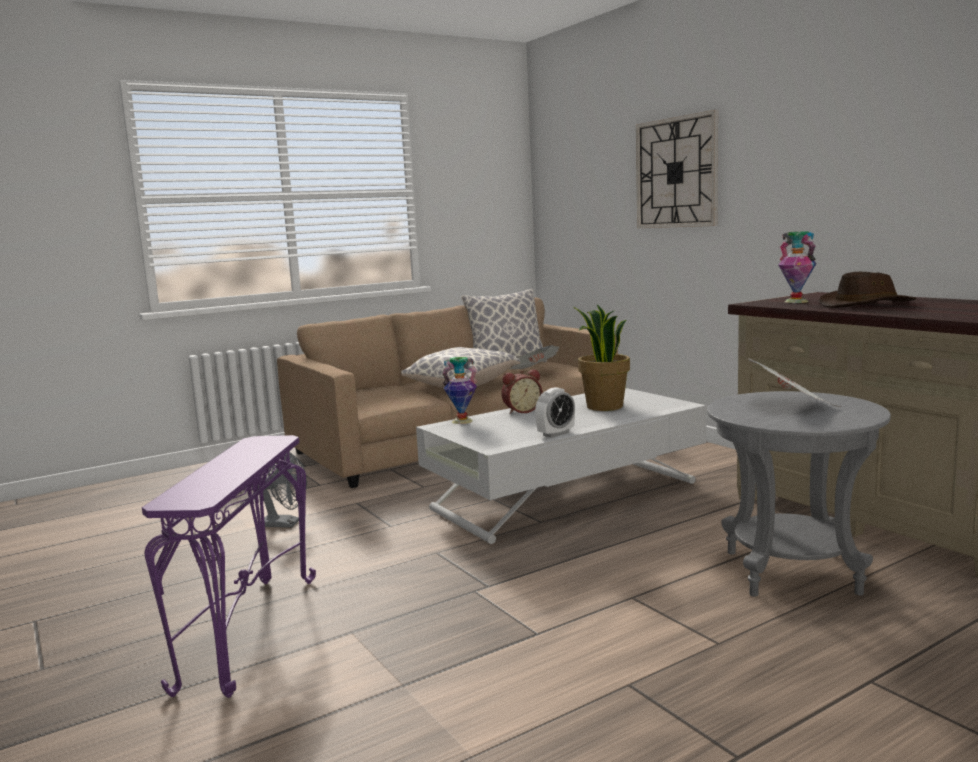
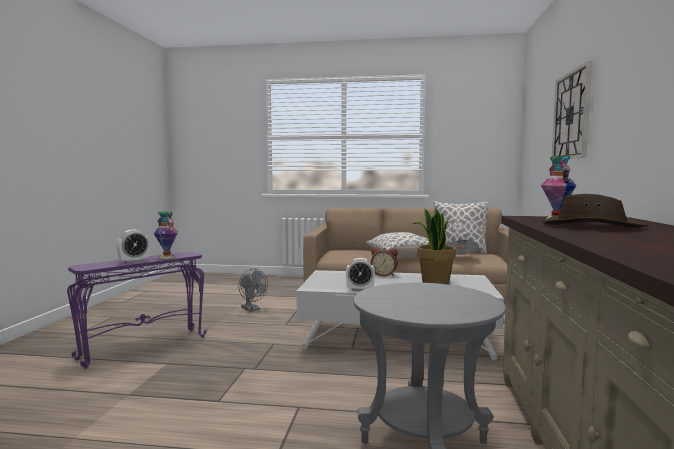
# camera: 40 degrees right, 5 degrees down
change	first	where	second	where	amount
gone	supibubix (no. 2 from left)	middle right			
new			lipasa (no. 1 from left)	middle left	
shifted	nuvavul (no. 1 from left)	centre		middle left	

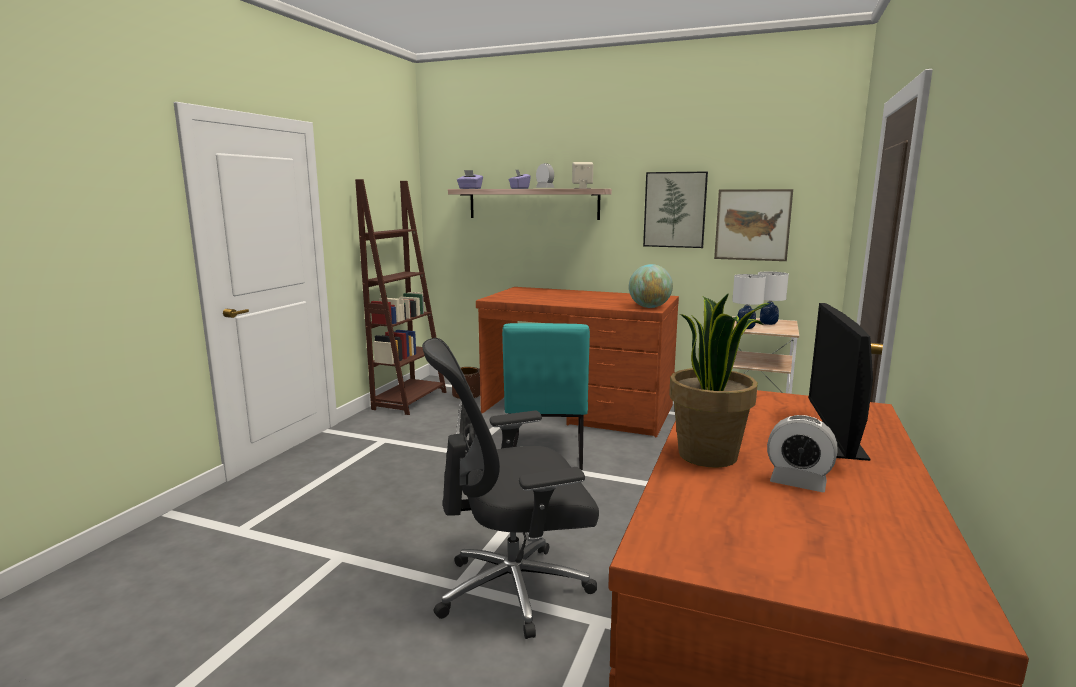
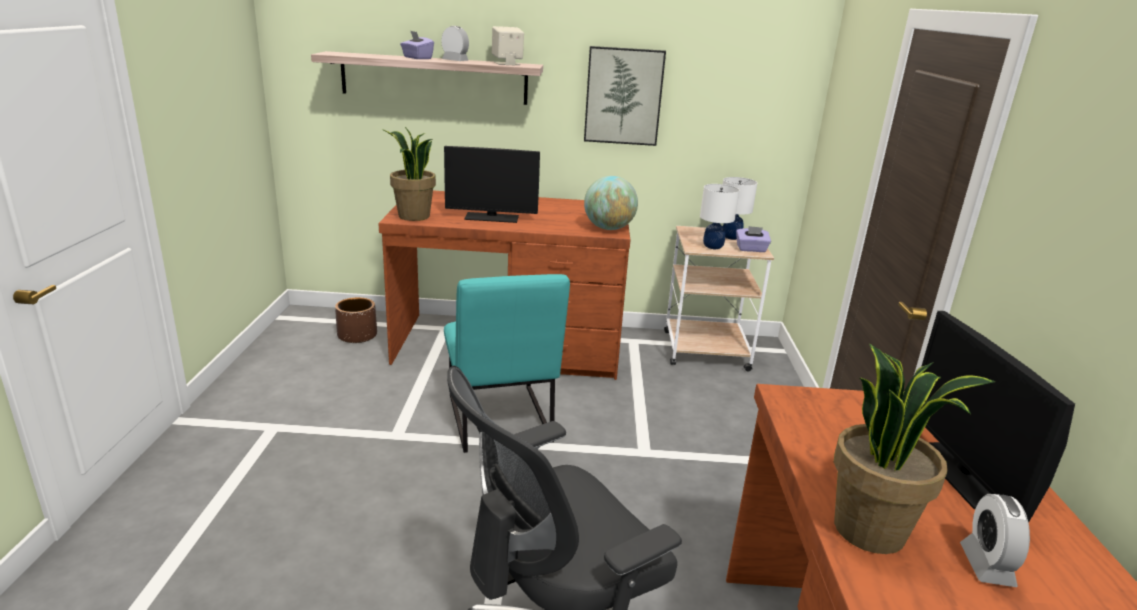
# camera: 20 degrees left, 10 degrees up
change	first	where	second	where	amount
gone	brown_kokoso	centre			
gone	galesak (no. 2 from left)	top right			
new			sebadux (no. 1 from left)	top centre	
new			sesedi (no. 1 from left)	top centre	
shifted	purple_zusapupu (no. 1 from left in the first image)	top centre	purple_zusapupu (no. 2 from left)	centre	
rotated	lipasa (no. 2 from left)	middle right		bottom right	90 degrees clockwise

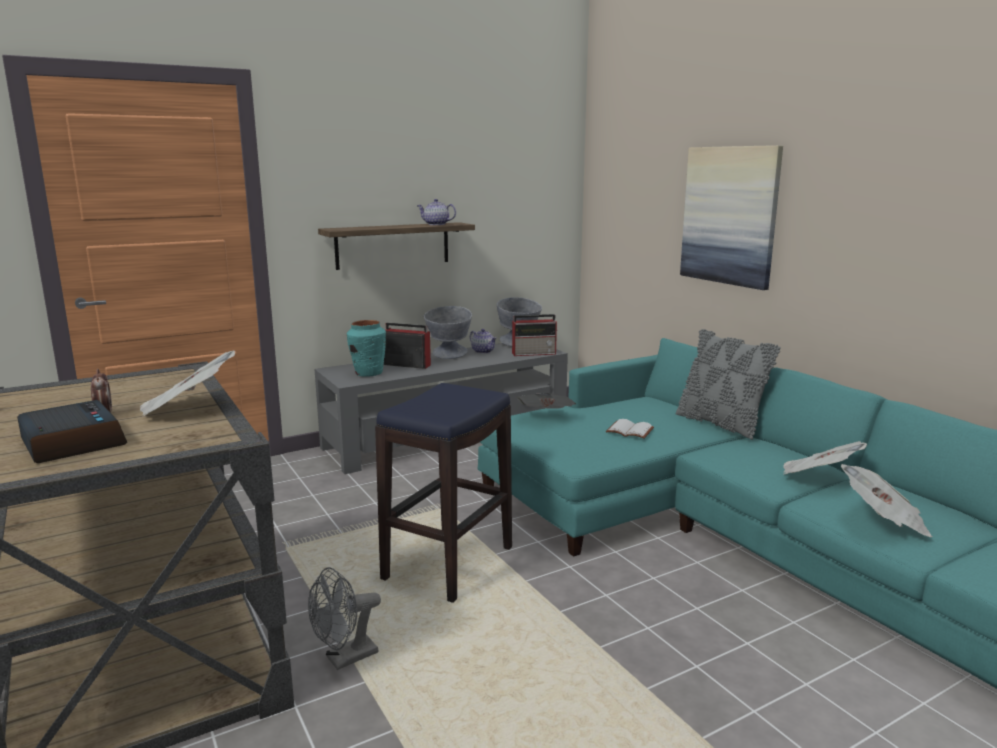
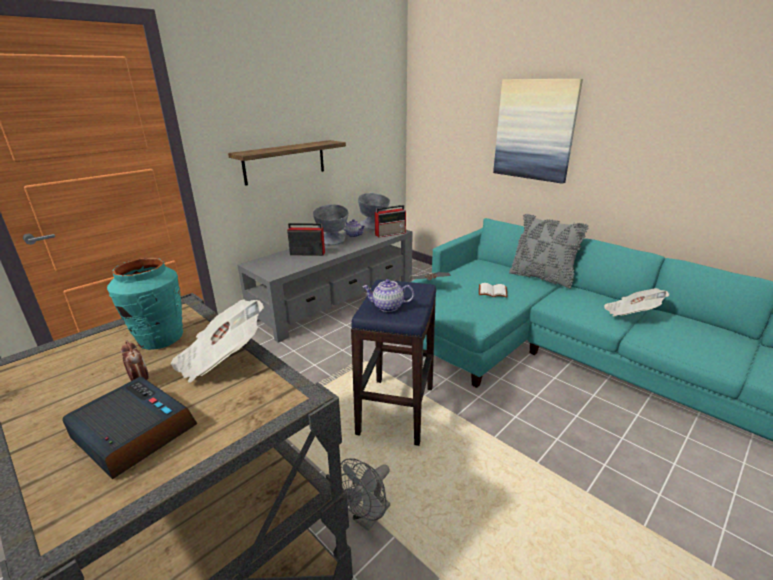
# camera: 15 degrees left, 10 degrees up
change	first	where	second	where	amount
gone	supibubix (no. 4 from left)	bottom right			
shifted	turquoise_nuvavul	centre		middle left	
shifted	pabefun (no. 1 from left in the first image)	top centre	pabefun (no. 2 from left)	centre	

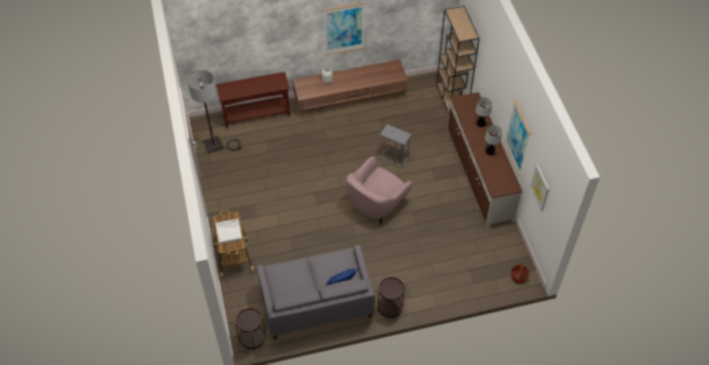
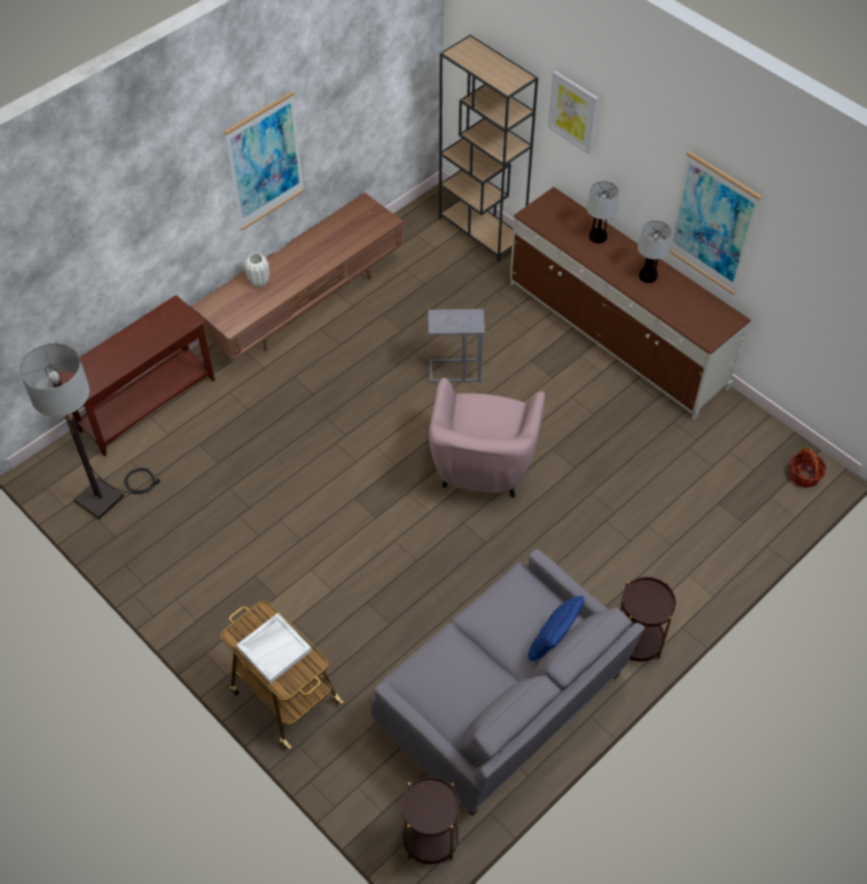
# camera: 30 degrees left, 0 degrees up
change	first	where	second	where	amount
shifted	galesak (no. 3 from left in the first image)	middle right	galesak (no. 2 from left)	top centre	

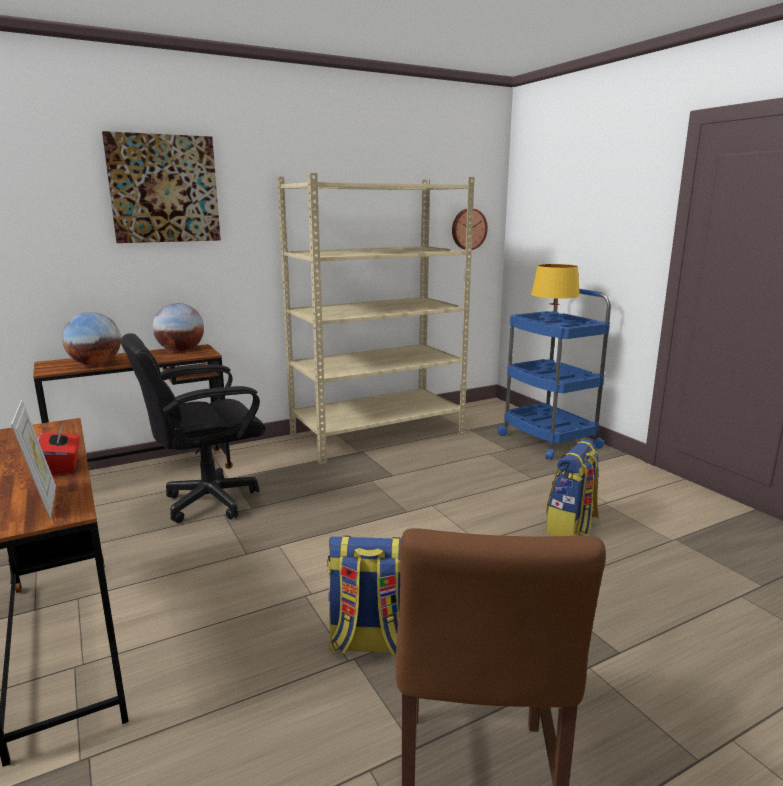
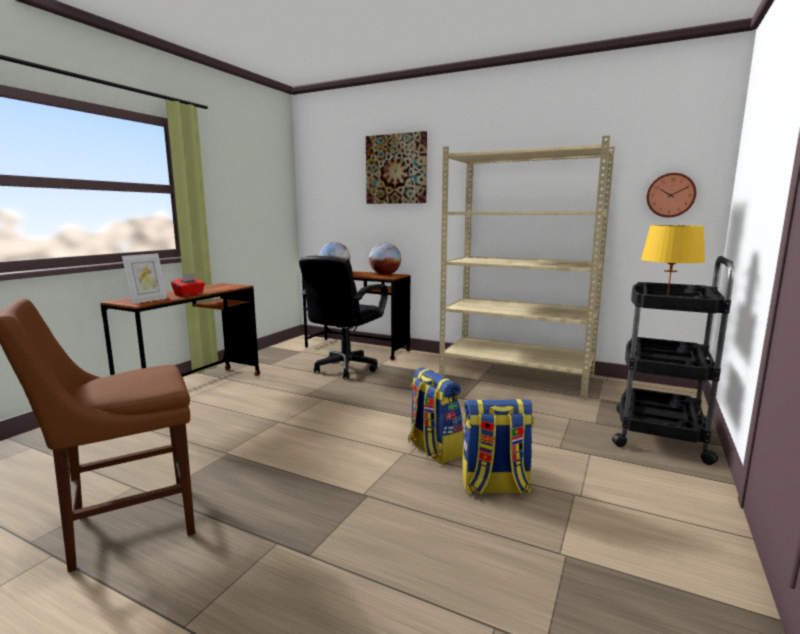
# camera: 55 degrees right, 5 degrees down
change	first	where	second	where	amount
shifted	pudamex (no. 1 from left)	bottom centre		centre	
repainted	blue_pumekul	middle right	black_pumekul	middle right	
rotated	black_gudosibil	middle left		centre	90 degrees counterclockwise

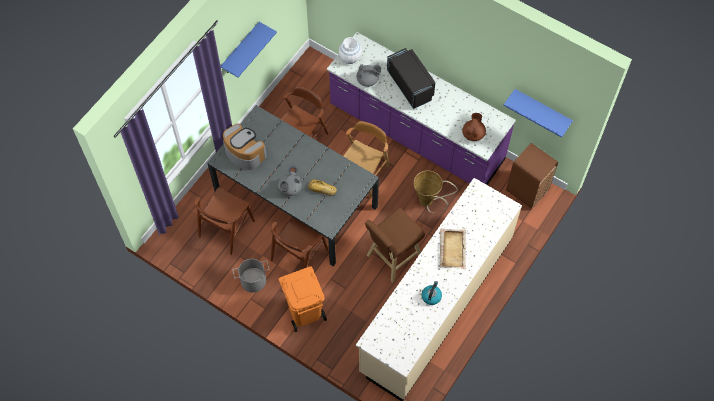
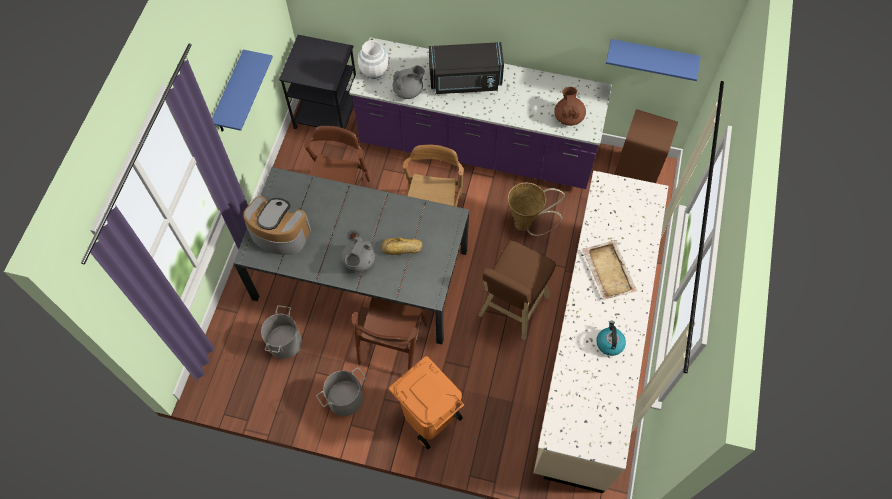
# camera: 20 degrees left, 0 degrees up
change	first	where	second	where	amount
new			black_pumekul	top centre	
swapped	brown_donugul (no. 1 from left)	middle left	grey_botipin (no. 1 from left)	middle left	
rotated	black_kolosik	top centre		top centre	135 degrees clockwise

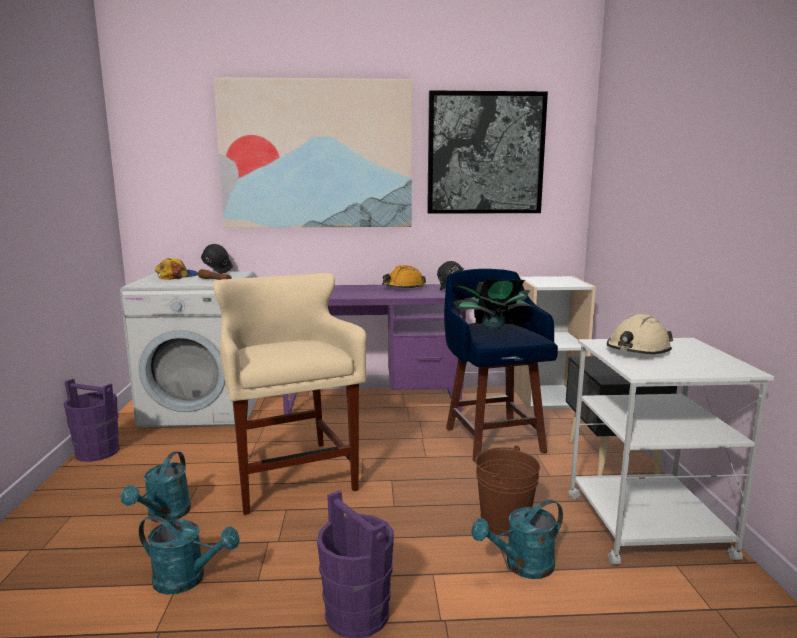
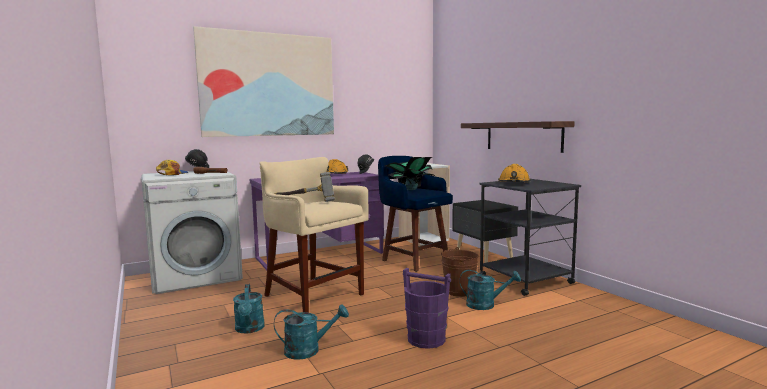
# camera: 25 degrees left, 5 degrees down
change	first	where	second	where	amount
gone	purple_botipin (no. 1 from left)	middle left			
gone	galesak (no. 2 from left)	top centre			
new			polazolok	centre	
new			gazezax	middle right	
repainted	white_pumekul	bottom right	black_pumekul	middle right	
repainted	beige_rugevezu	middle right	orange_rugevezu (no. 2 from left)	middle right	
rotated	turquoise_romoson (no. 3 from left)	bottom centre		bottom centre	120 degrees counterclockwise

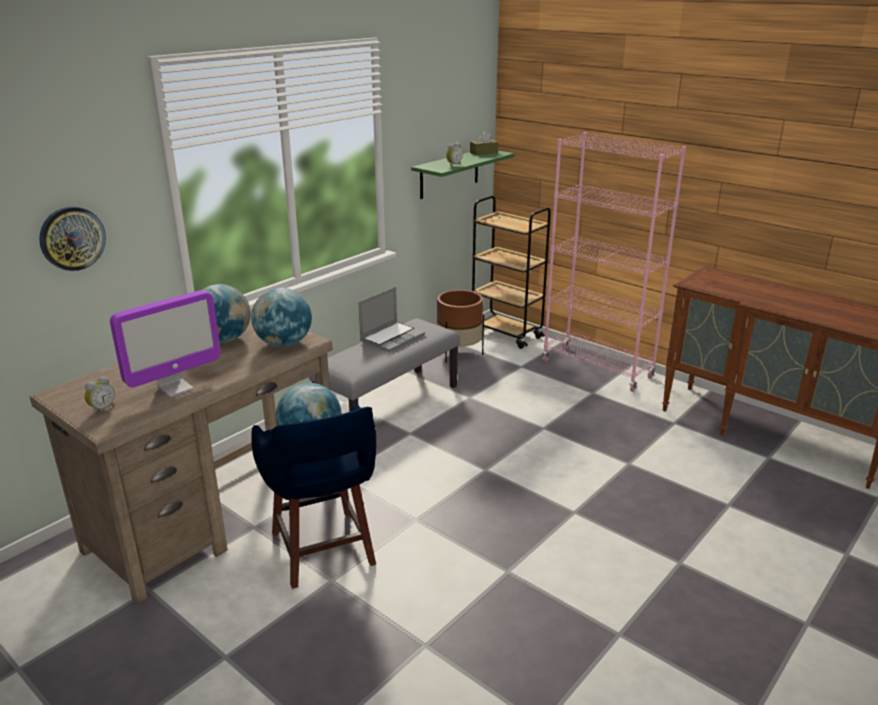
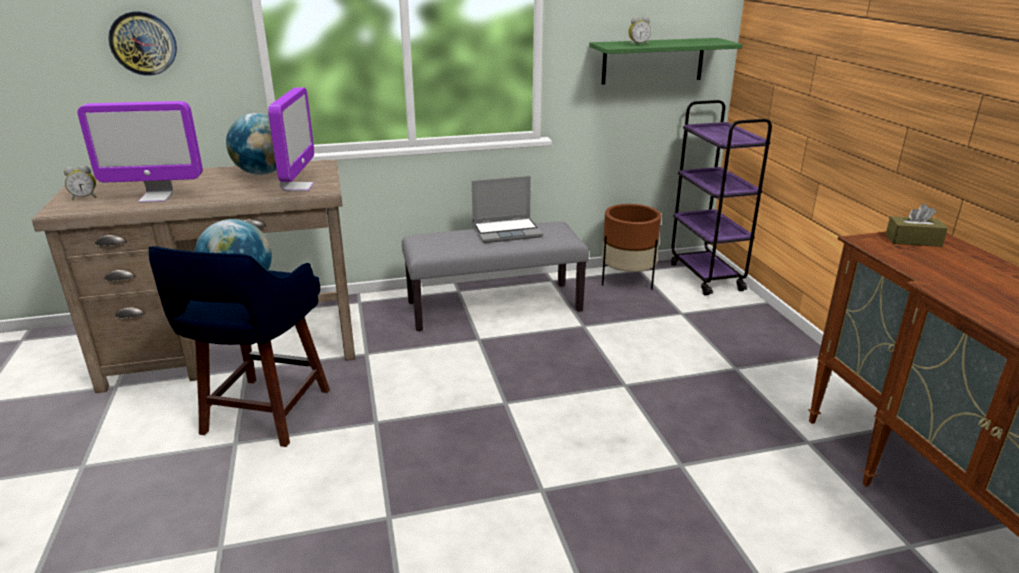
# camera: 35 degrees right, 0 degrees up
change	first	where	second	where	amount
gone	pink_kokoso	middle right			
shifted	brown_zusapupu	top centre		middle right	
swapped	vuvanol (no. 2 from left)	middle left	sesedi (no. 2 from left)	top left	
repainted	brown_pumekul	centre	purple_pumekul	middle right	

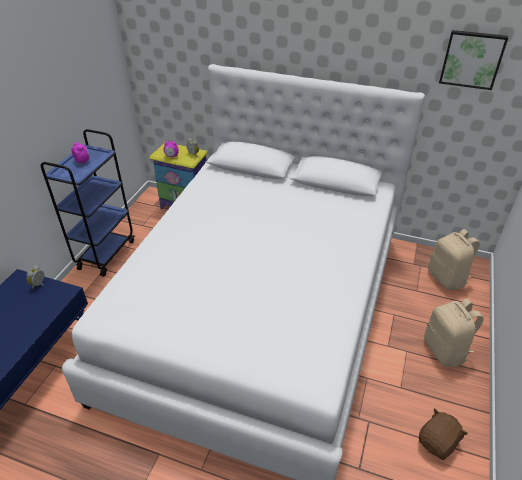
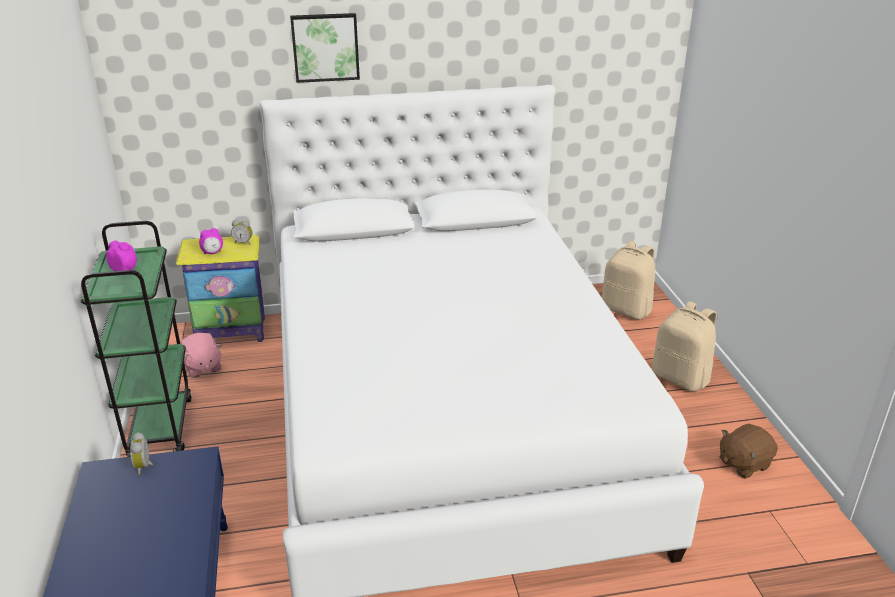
# camera: 30 degrees left, 10 degrees down
change	first	where	second	where	amount
new			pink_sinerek	middle left	
shifted	galesak	top right		top centre	
repainted	blue_pumekul	middle left	green_pumekul	middle left	
rotated	brown_sinerek	bottom right		bottom right	135 degrees counterclockwise

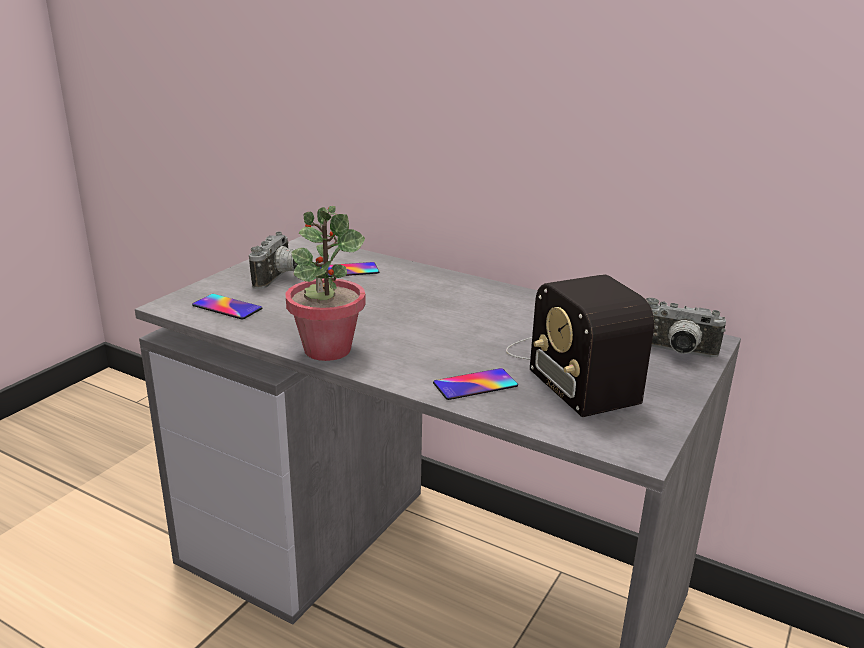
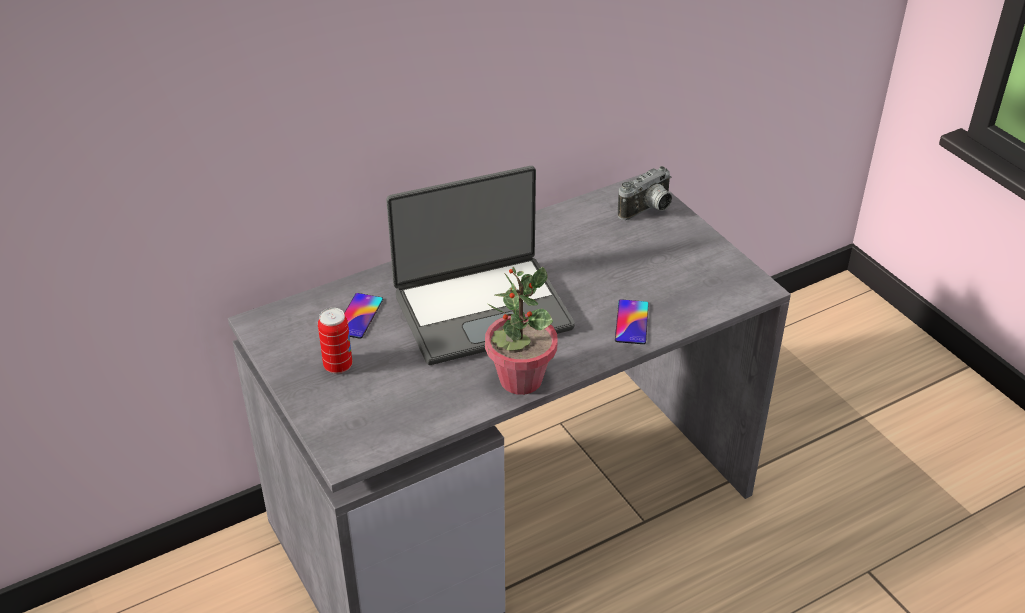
# camera: 60 degrees left, 15 degrees up
change	first	where	second	where	amount
gone	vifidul (no. 1 from left)	middle left			
gone	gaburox	middle right			
new			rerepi	centre	
swapped	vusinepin (no. 1 from left)	middle left	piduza	middle left	

